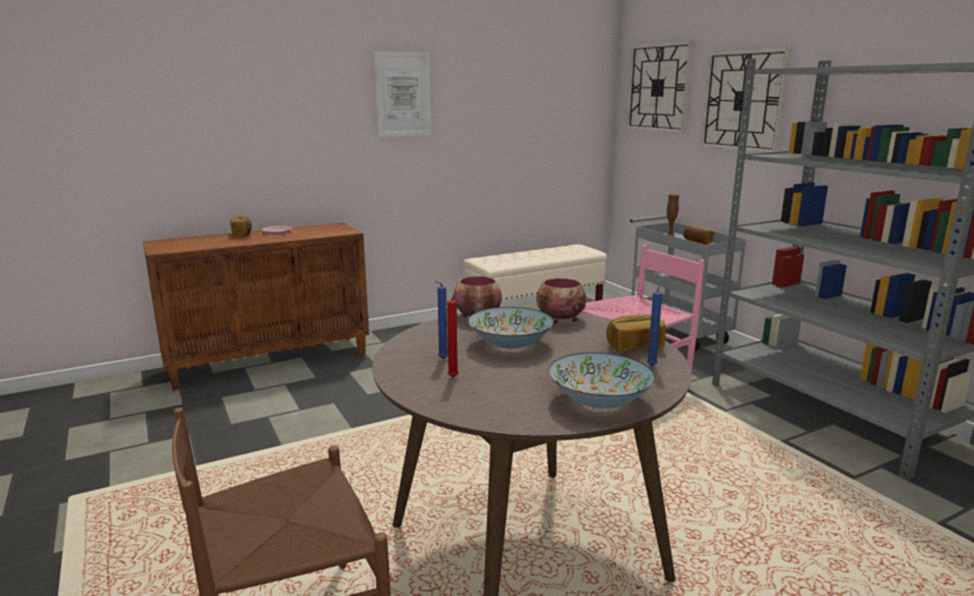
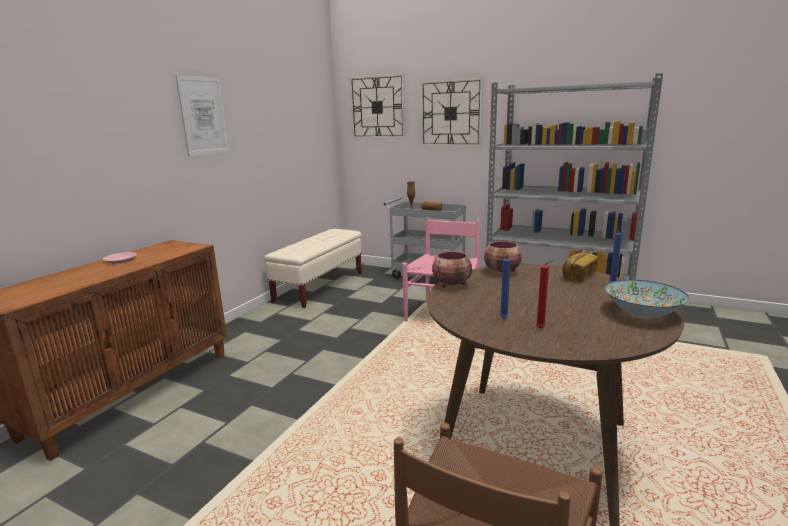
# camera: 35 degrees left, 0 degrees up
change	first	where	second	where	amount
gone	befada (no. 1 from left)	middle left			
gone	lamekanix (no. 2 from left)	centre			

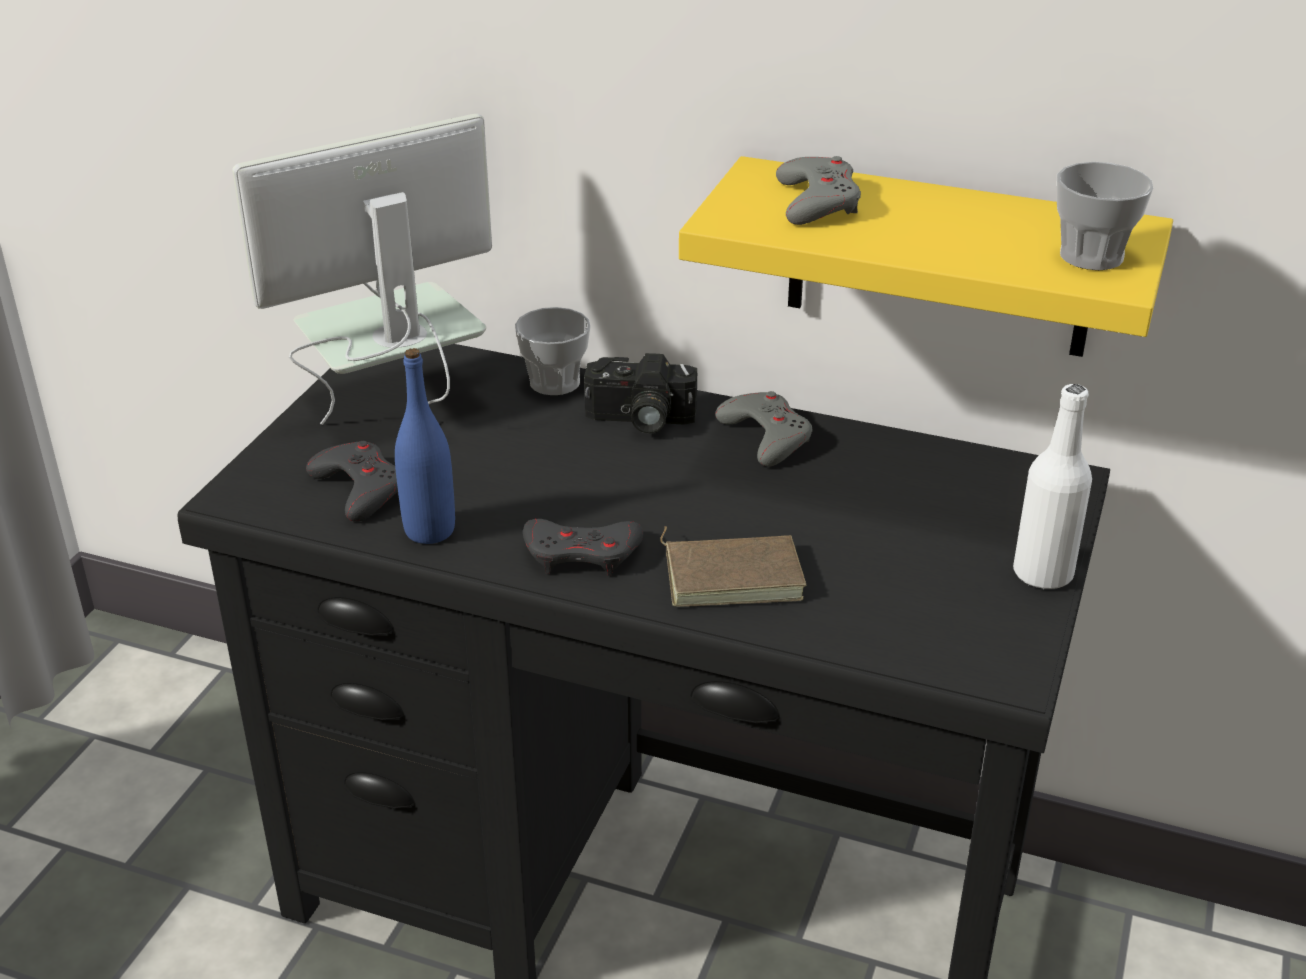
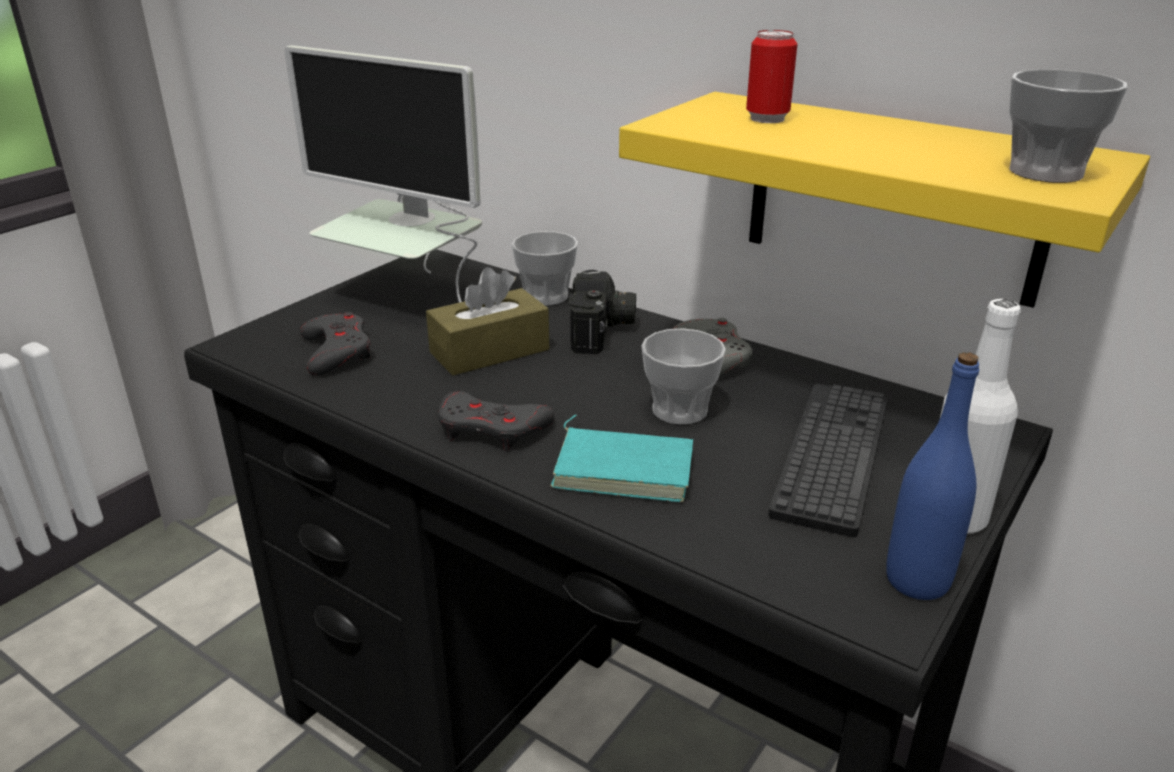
# camera: 15 degrees right, 5 degrees down
change	first	where	second	where	amount
new			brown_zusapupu	centre	
new			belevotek (no. 2 from left)	centre	
new			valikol	middle right	
shifted	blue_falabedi	middle left		middle right	
swapped	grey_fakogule (no. 4 from left)	top centre	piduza	top centre	
repainted	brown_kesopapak	centre	turquoise_kesopapak	centre	
rotated	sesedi	top left		top left	135 degrees counterclockwise
rotated	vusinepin	centre		centre	105 degrees counterclockwise

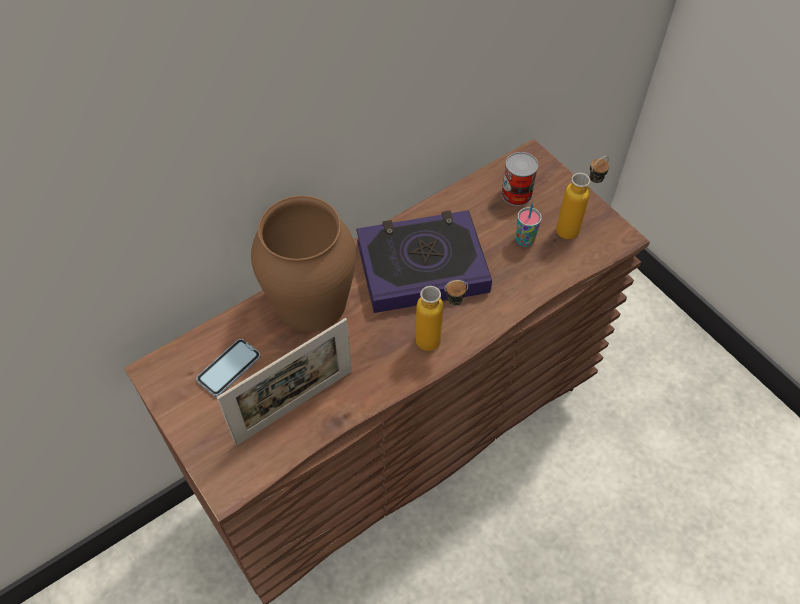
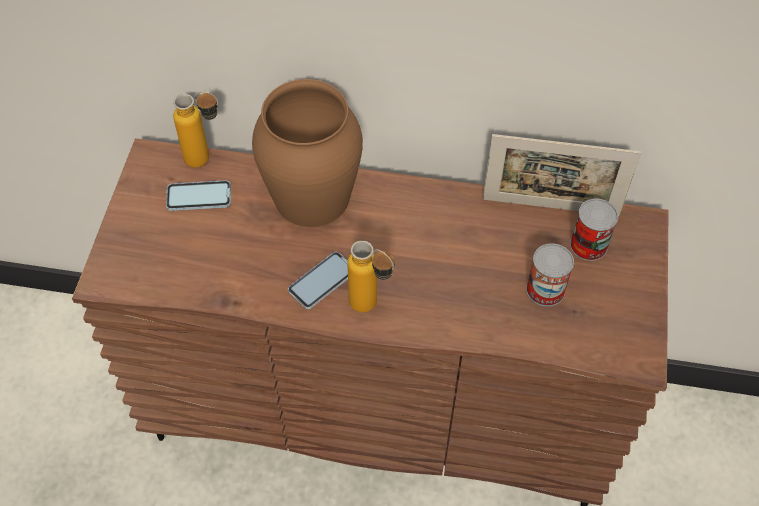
# camera: 45 degrees right, 0 degrees up
change	first	where	second	where	amount
gone	kesopapak	centre			
new			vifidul (no. 2 from left)	centre	
shifted	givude	centre		middle right	
shifted	falabedi (no. 2 from left in the first image)	top right	falabedi (no. 1 from left)	top left	
swapped	belevotek	centre	piduza (no. 1 from left)	middle right	

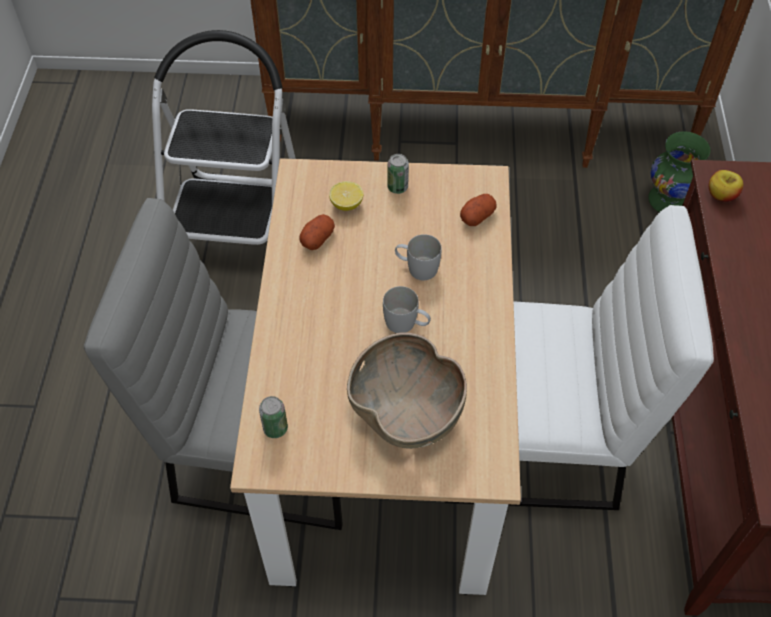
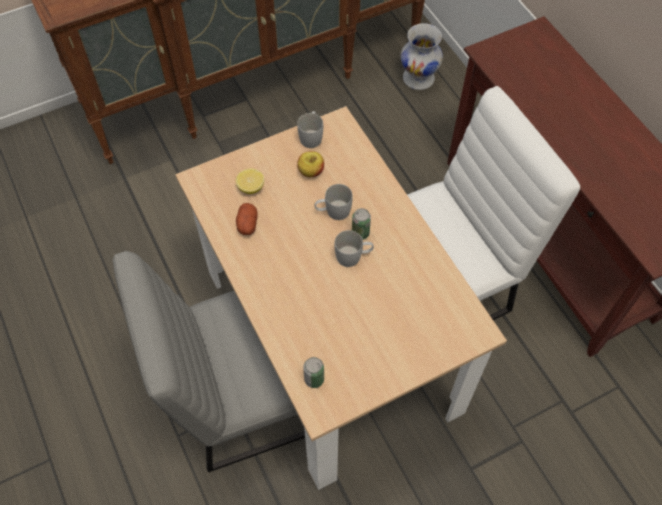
# camera: 30 degrees left, 5 degrees up
change	first	where	second	where	amount
gone	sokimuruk	top left			
gone	brown_lamekanix	centre			
gone	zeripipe (no. 2 from left)	centre			
new			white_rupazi (no. 1 from left)	top centre	
shifted	piduza (no. 2 from left)	top centre		centre	
shifted	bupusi	top right		top centre	
repainted	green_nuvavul	top right	white_nuvavul	top centre	

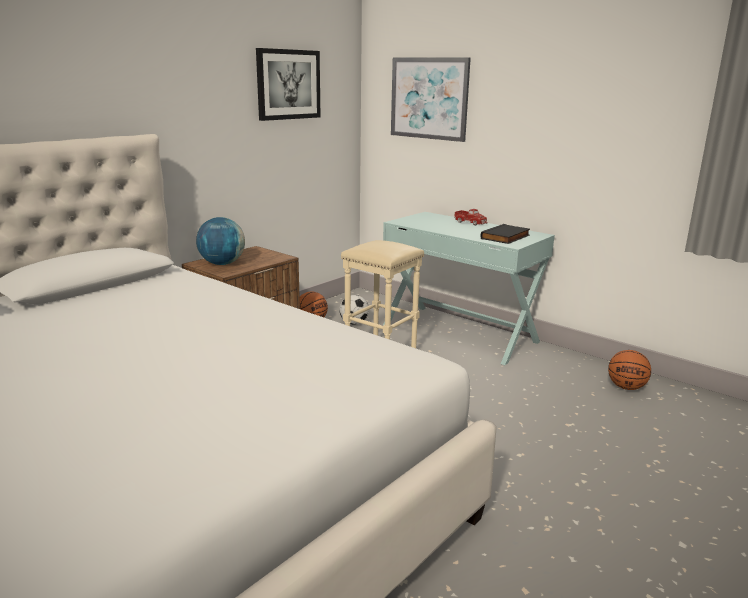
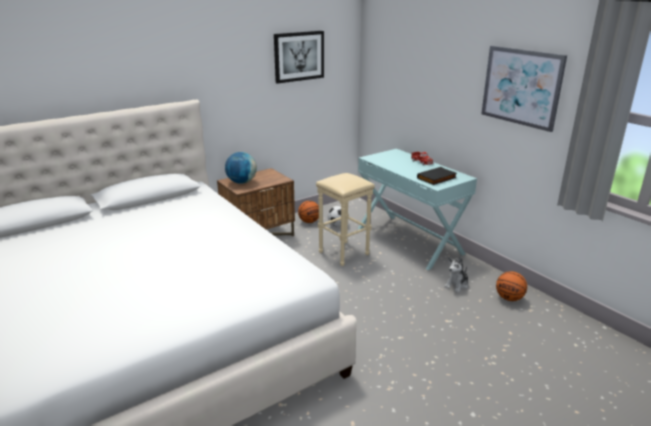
# camera: 15 degrees right, 5 degrees up
change	first	where	second	where	amount
new			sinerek	middle right	
shifted	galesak (no. 2 from left)	top centre		top right	

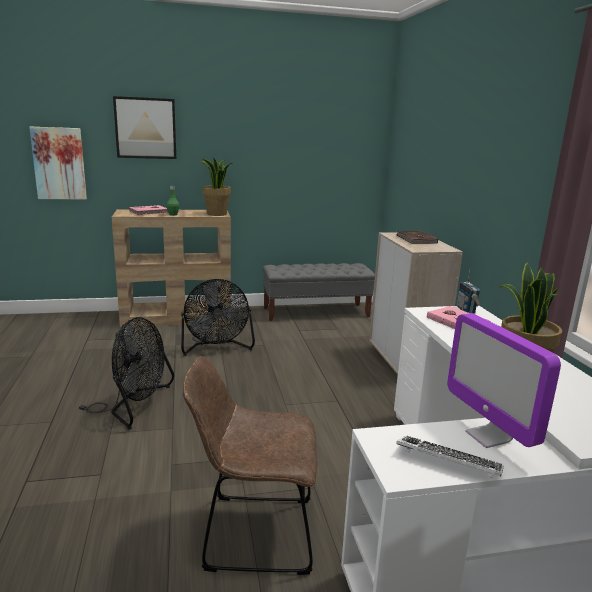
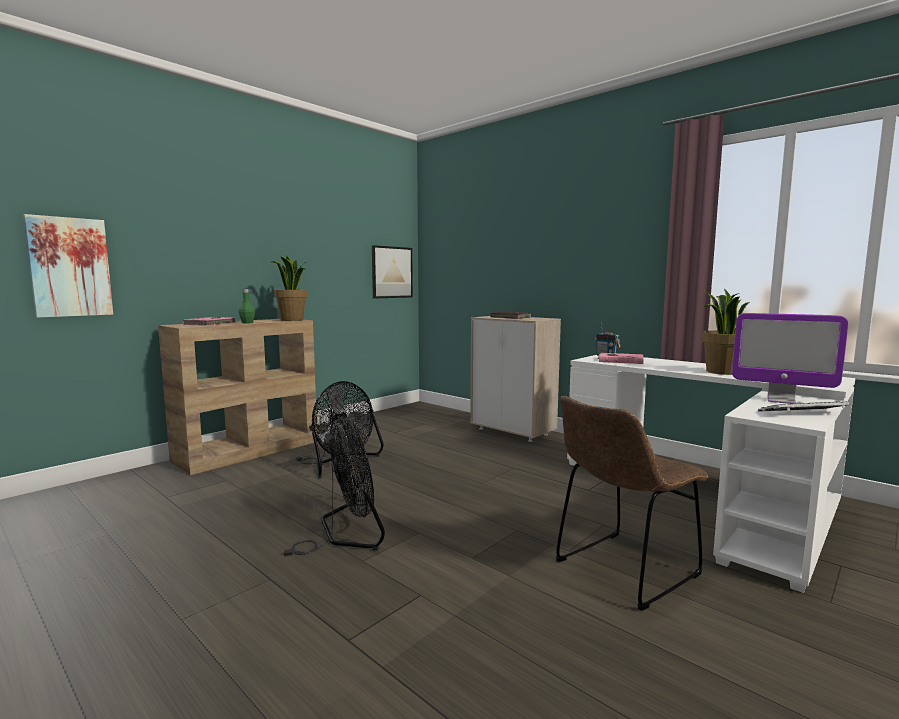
# camera: 35 degrees left, 10 degrees down
change	first	where	second	where	amount
gone	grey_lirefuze	centre			
shifted	galesak (no. 2 from left)	top left		centre	

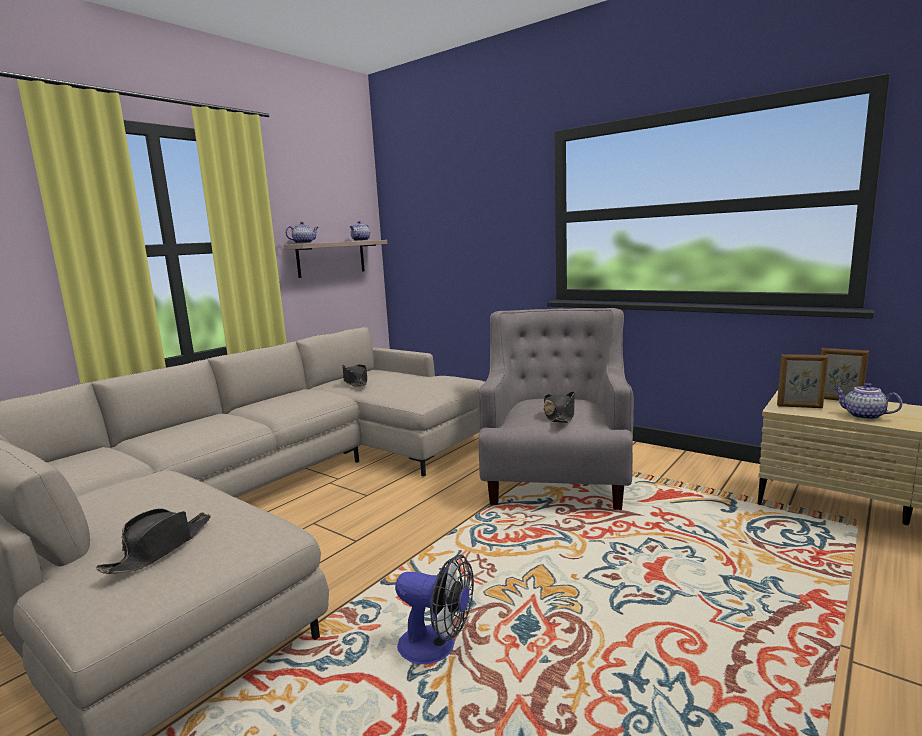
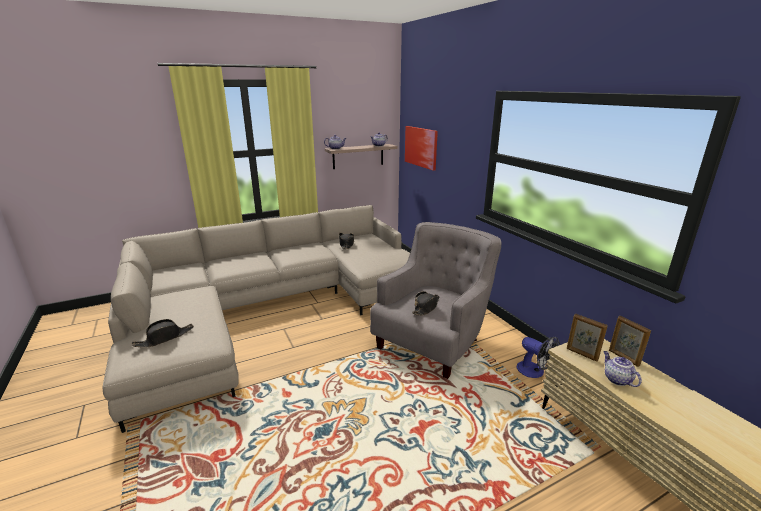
# camera: 25 degrees right, 10 degrees up
change	first	where	second	where	amount
new			galesak	top centre	
shifted	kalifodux	bottom centre		bottom right	

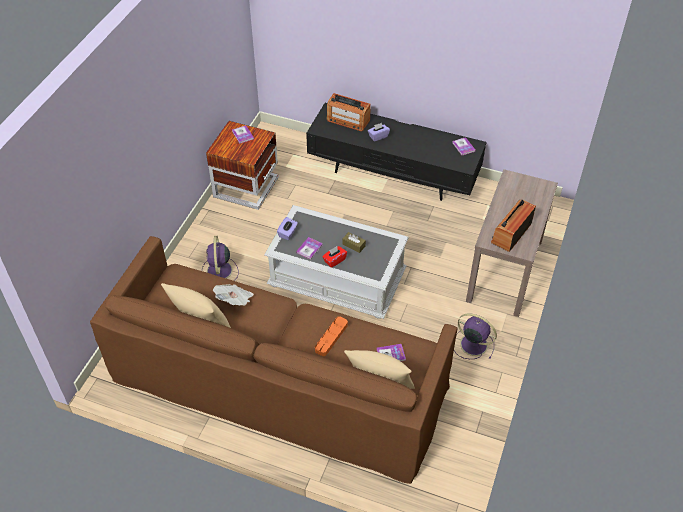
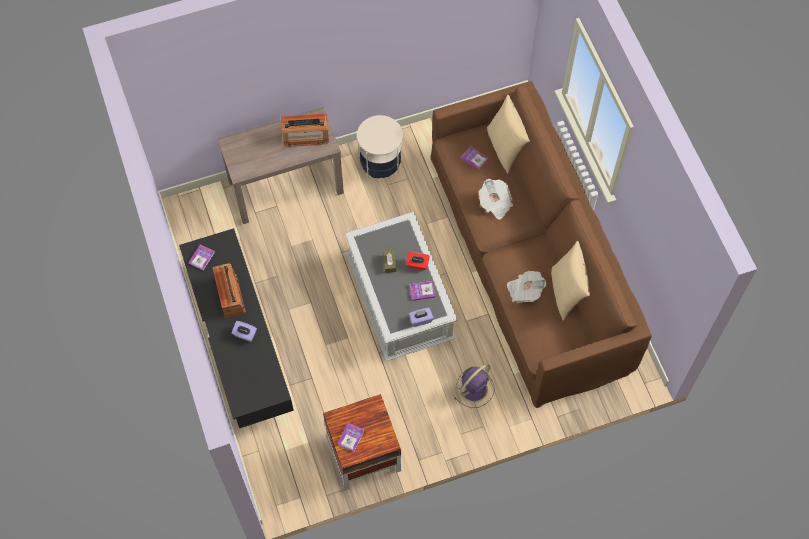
# camera: 130 degrees left, 15 degrees up
change	first	where	second	where	amount
shifted	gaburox (no. 1 from left)	top centre		middle left	
swapped	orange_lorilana	centre	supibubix (no. 1 from left)	centre	
swapped	purple_kalifodux (no. 2 from left)	middle right	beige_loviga	top centre	

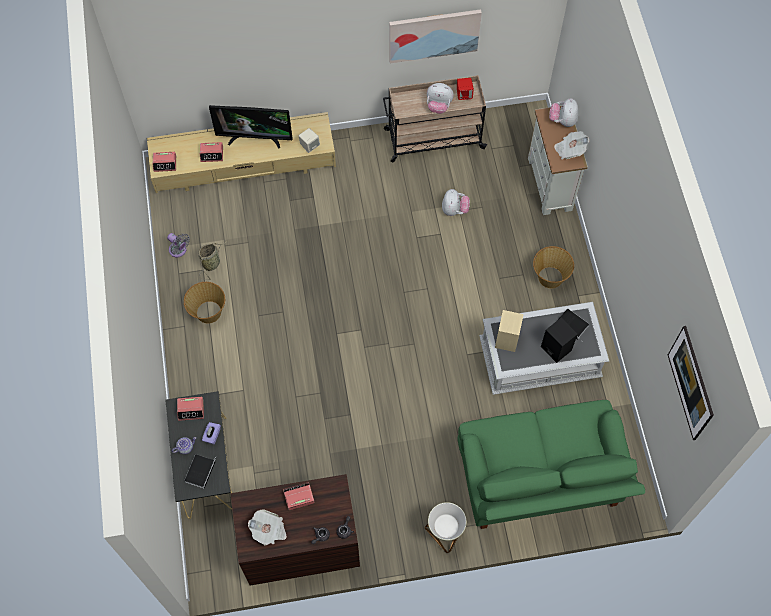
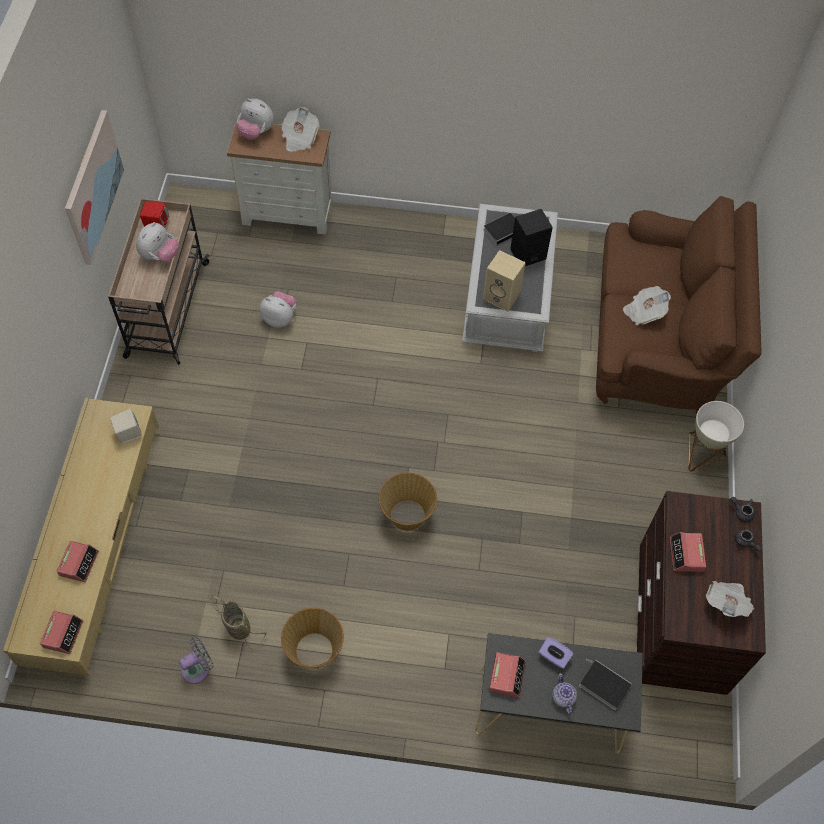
# camera: 75 degrees left, 5 degrees down
change	first	where	second	where	amount
gone	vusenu	top left			
gone	galesak (no. 2 from left)	middle right			
new			supibubix (no. 2 from left)	middle right	
shifted	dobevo (no. 3 from left)	middle right		centre	
repainted	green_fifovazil	bottom right	brown_fifovazil	middle right	

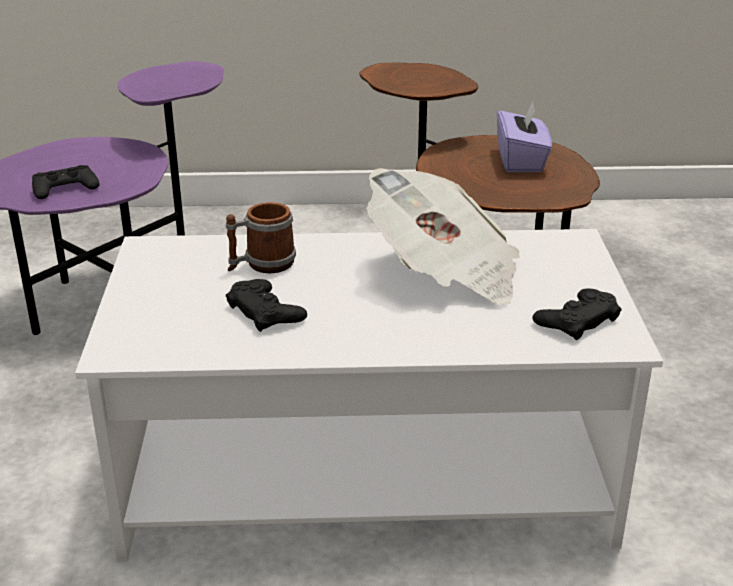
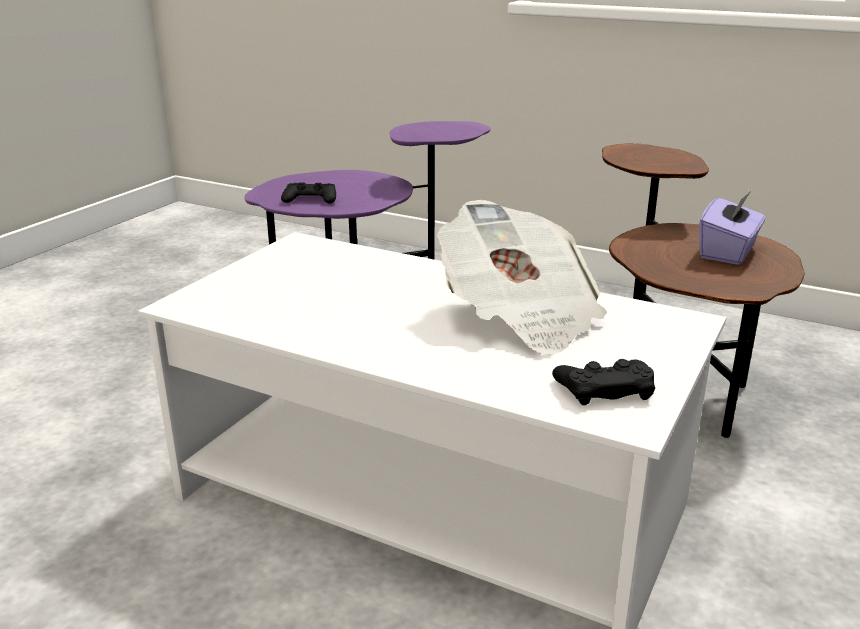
# camera: 30 degrees right, 5 degrees down
change	first	where	second	where	amount
gone	rupazi	centre			
gone	black_fakogule (no. 2 from left)	centre			

